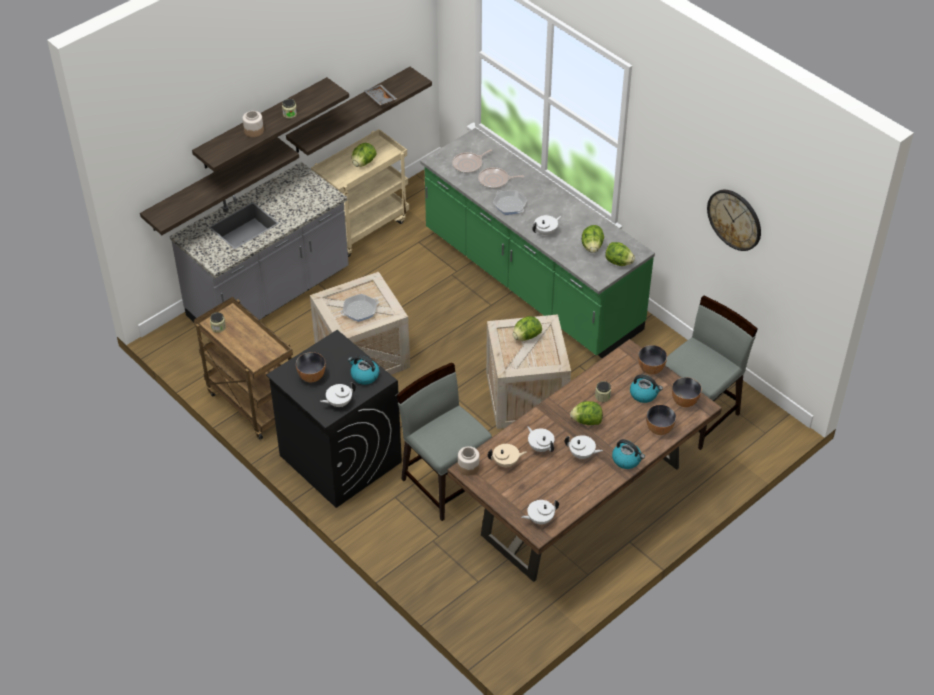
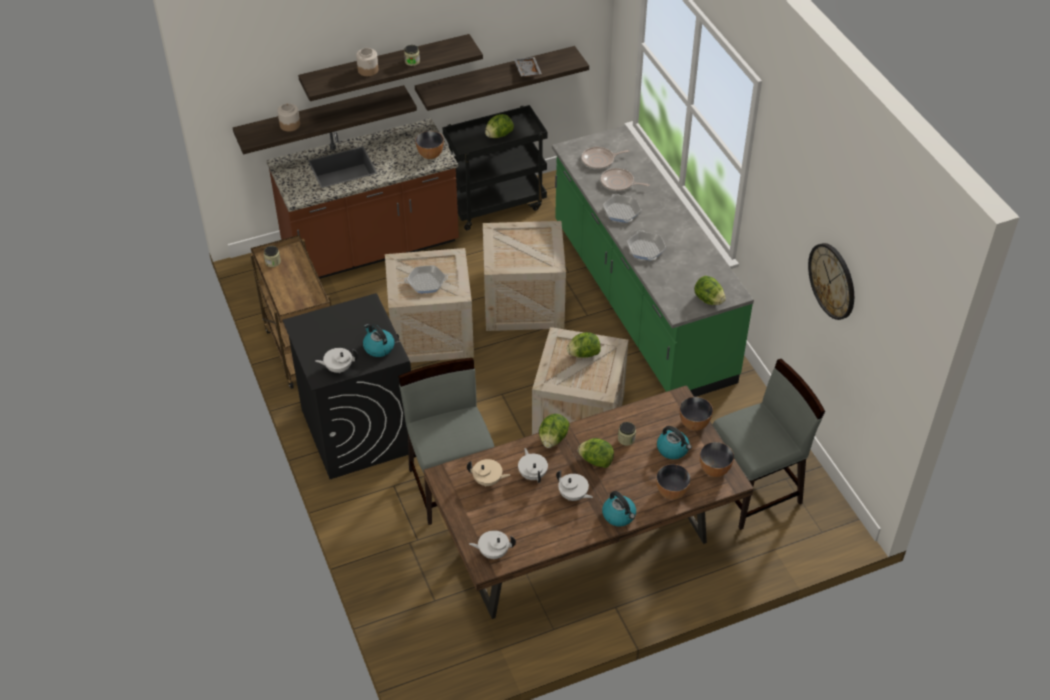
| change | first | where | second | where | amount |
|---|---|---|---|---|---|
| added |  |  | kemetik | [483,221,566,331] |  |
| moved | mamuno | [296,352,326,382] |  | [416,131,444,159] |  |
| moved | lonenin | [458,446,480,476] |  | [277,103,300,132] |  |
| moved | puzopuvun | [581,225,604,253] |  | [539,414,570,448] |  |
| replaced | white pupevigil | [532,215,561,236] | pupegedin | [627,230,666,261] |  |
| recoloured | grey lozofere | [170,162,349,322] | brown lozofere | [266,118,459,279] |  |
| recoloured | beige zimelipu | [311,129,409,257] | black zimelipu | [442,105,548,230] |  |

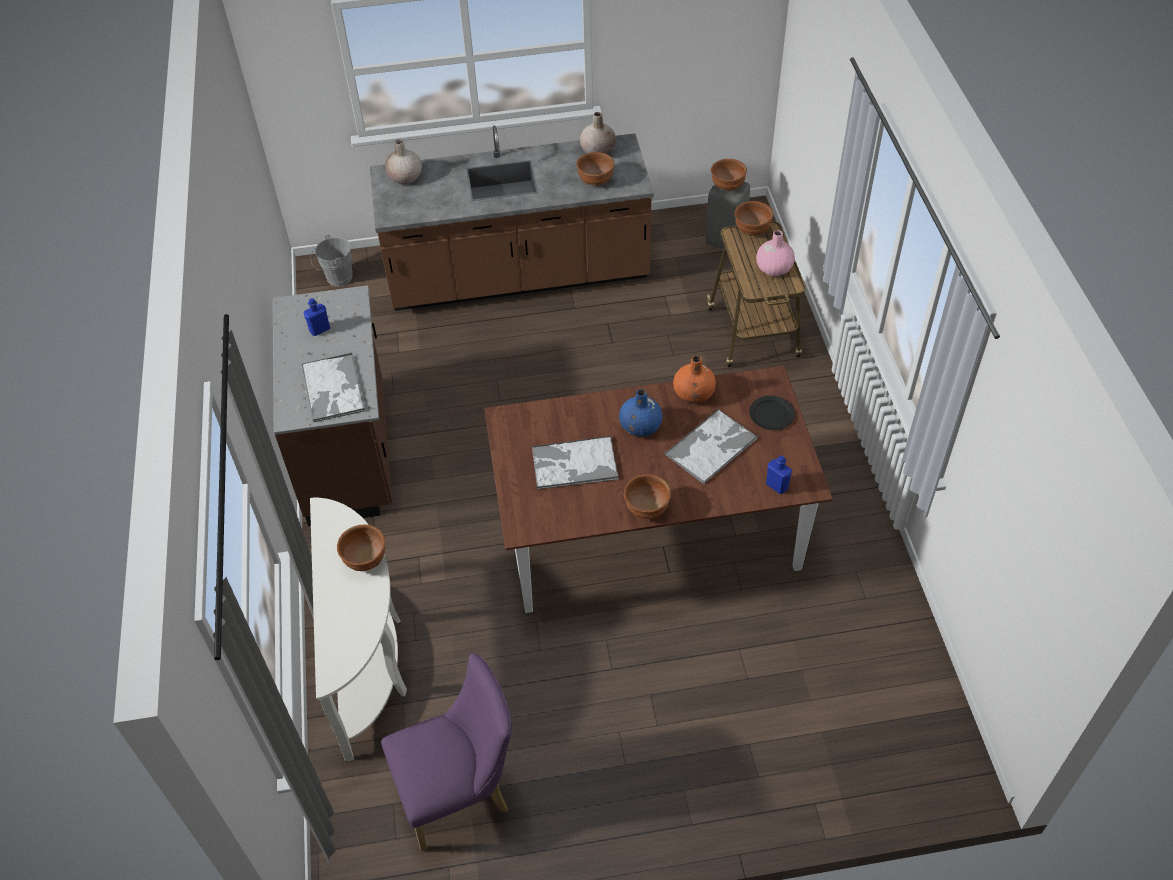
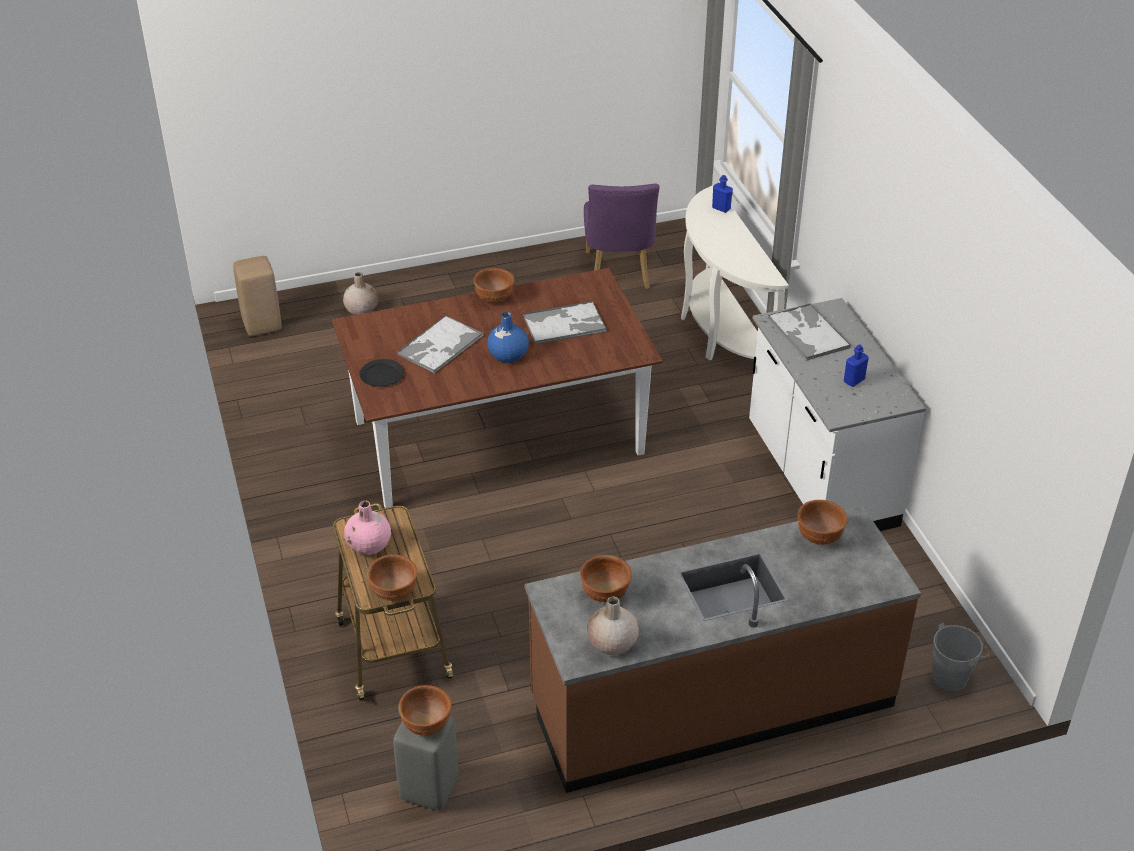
| change | first | where | second | where | amount |
|---|---|---|---|---|---|
| removed | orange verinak | [673,356,716,403] |  |  |  |
| added |  |  | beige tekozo | [233,256,282,336] |  |
| moved | brown mamuno | [337,525,385,571] |  | [797,500,847,545] |  |
| moved | beige verinak | [385,139,422,185] |  | [343,272,379,315] |  |
| moved | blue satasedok | [766,455,792,494] |  | [712,175,733,213] |  |
| recoloured | brown lozofere | [273,285,393,526] | white lozofere | [749,298,926,531] |  |
| turned | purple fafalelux | [381,654,512,851] |  | [584,183,660,289] | 60 degrees counterclockwise |

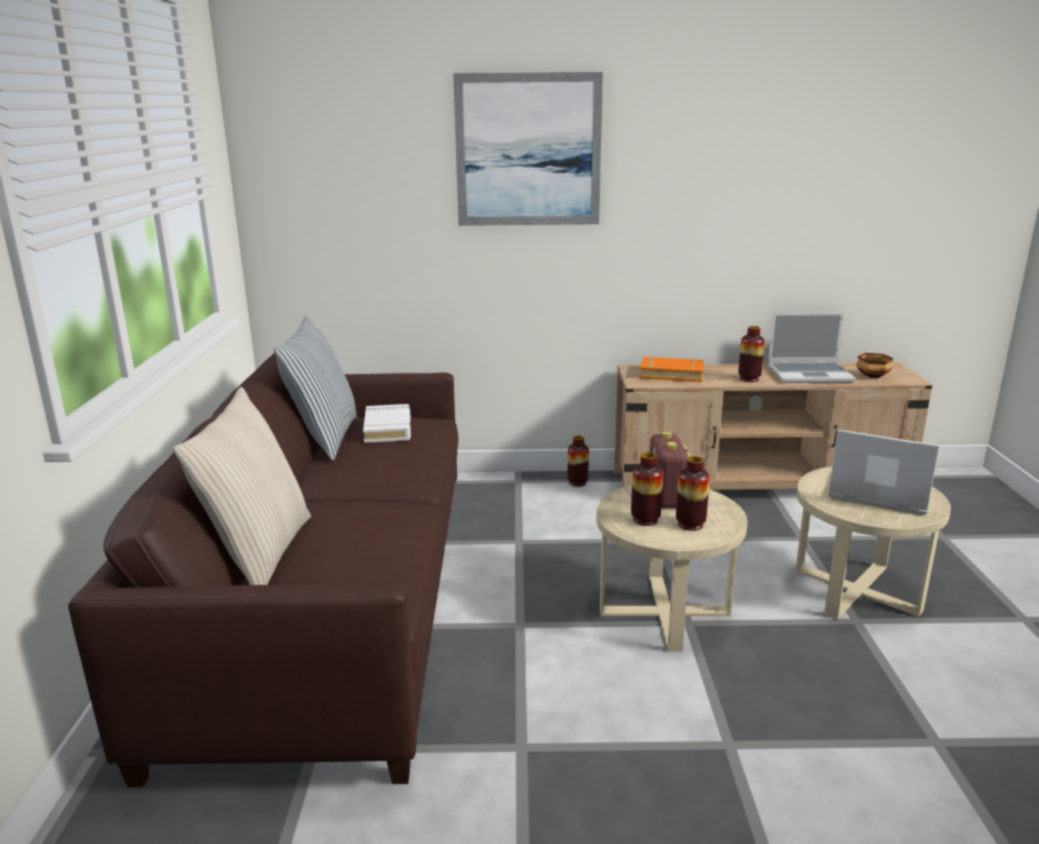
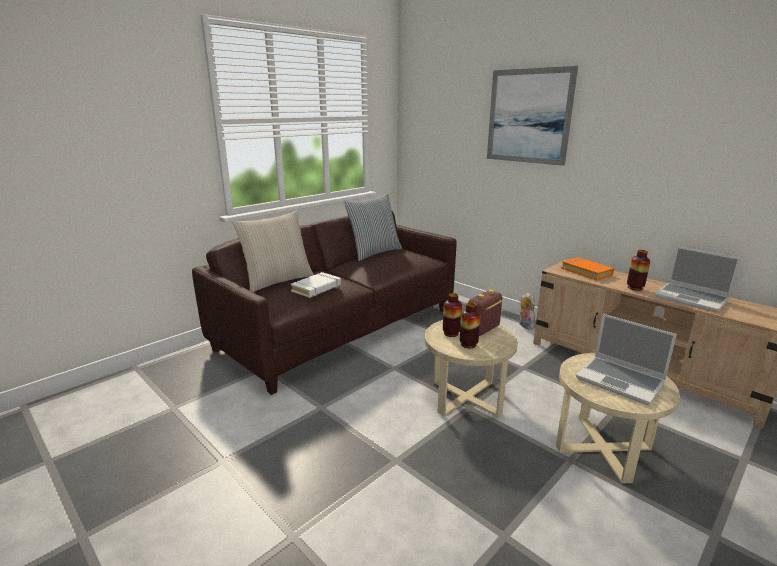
| change | first | where | second | where | amount |
|---|---|---|---|---|---|
| removed | mamuno | [856,353,894,378] |  |  |  |
| moved | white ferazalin | [363,404,411,443] |  | [291,272,341,298] |  |
| replaced | verinak | [568,436,589,487] | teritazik | [519,293,535,329] |  |
| turned | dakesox | [828,429,940,515] |  | [576,314,677,405] | 150 degrees clockwise |

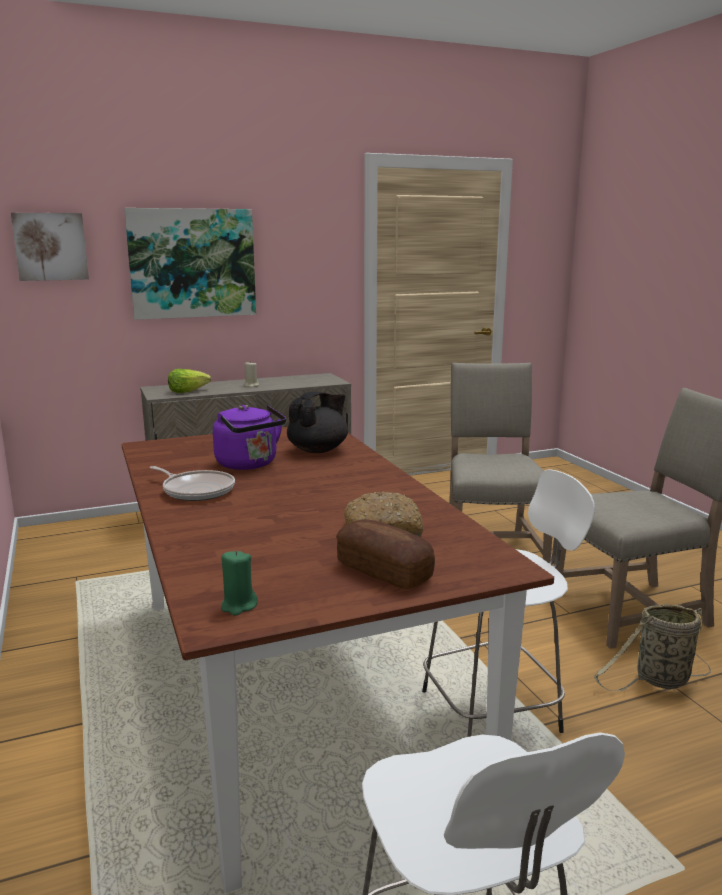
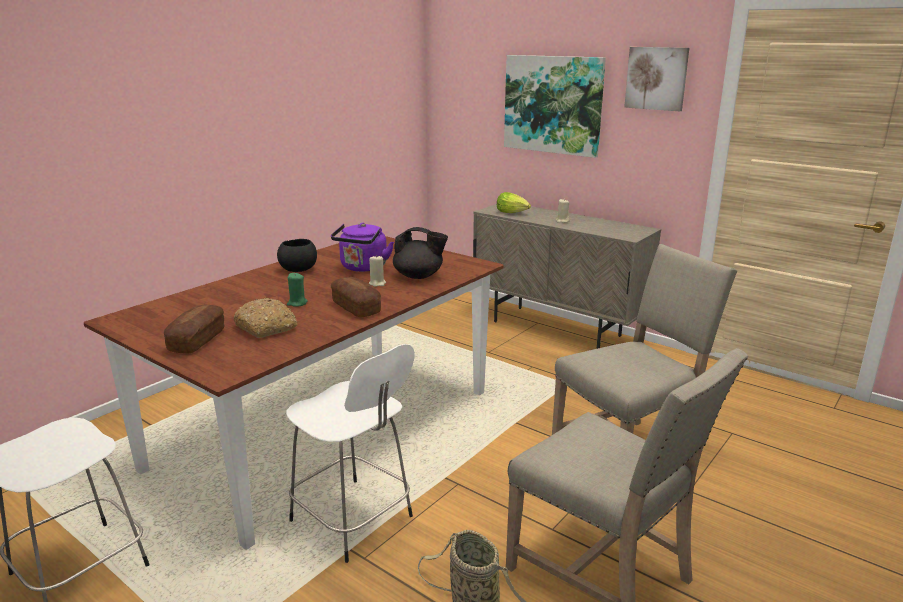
| change | first | where | second | where | amount |
|---|---|---|---|---|---|
| added |  |  | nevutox | [331,277,381,317] |  |
| added |  |  | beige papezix | [369,255,386,287] |  |
| moved | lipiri | [11,213,89,281] |  | [624,47,689,111] |  |
| moved | green papezix | [221,550,258,616] |  | [287,273,308,307] |  |
| replaced | pupegedin | [150,466,235,501] | black mamuno | [277,239,317,272] |  |

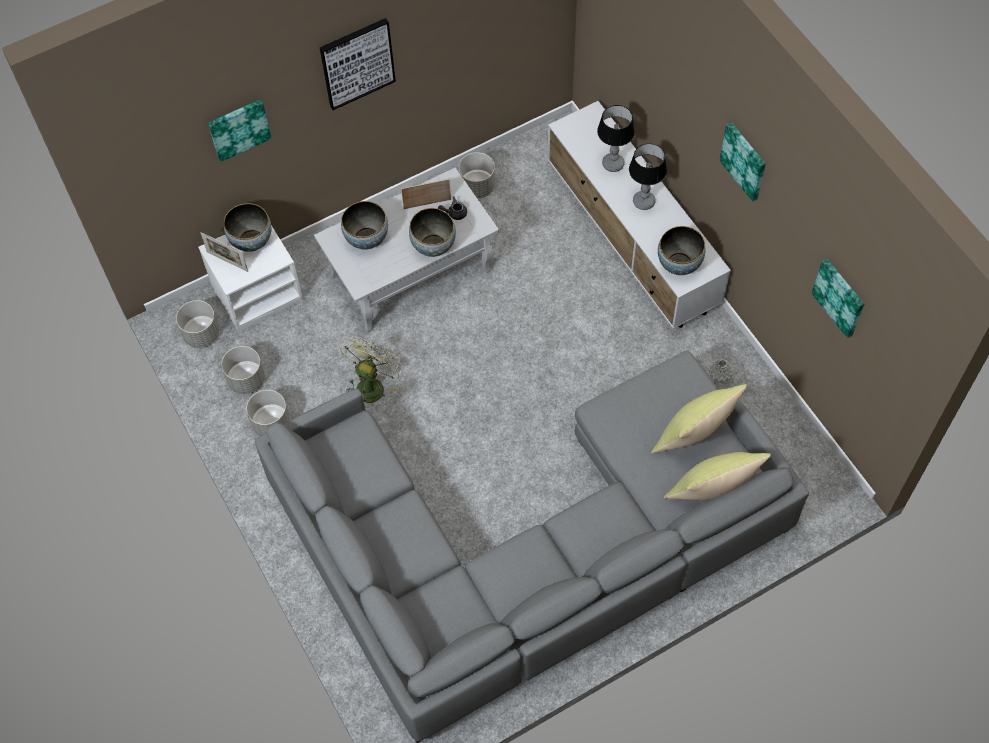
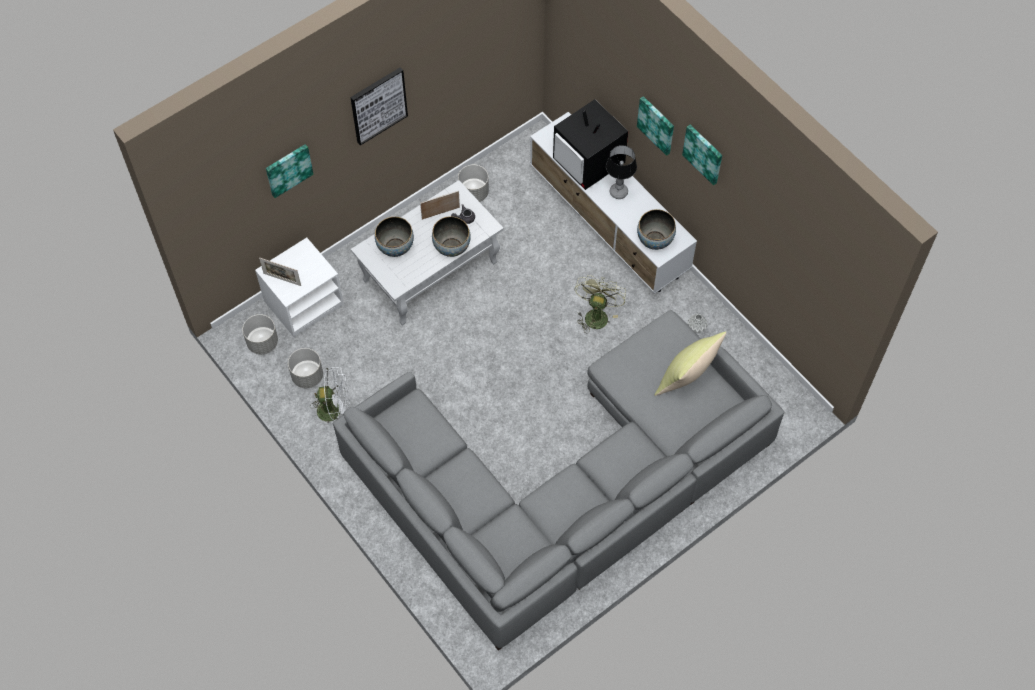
| change | first | where | second | where | amount |
|---|---|---|---|---|---|
| removed | mamuno | [224,203,271,252] |  |  |  |
| removed | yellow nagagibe | [664,452,771,500] |  |  |  |
| moved | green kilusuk | [340,337,403,403] |  | [575,275,626,333] |  |
| moved | lipiri | [812,258,864,338] |  | [637,96,674,156] |  |
| replaced | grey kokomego | [246,390,290,436] | white kilusuk | [310,367,350,423] |  |
| replaced | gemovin | [597,105,635,172] | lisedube | [553,99,628,190] |  |

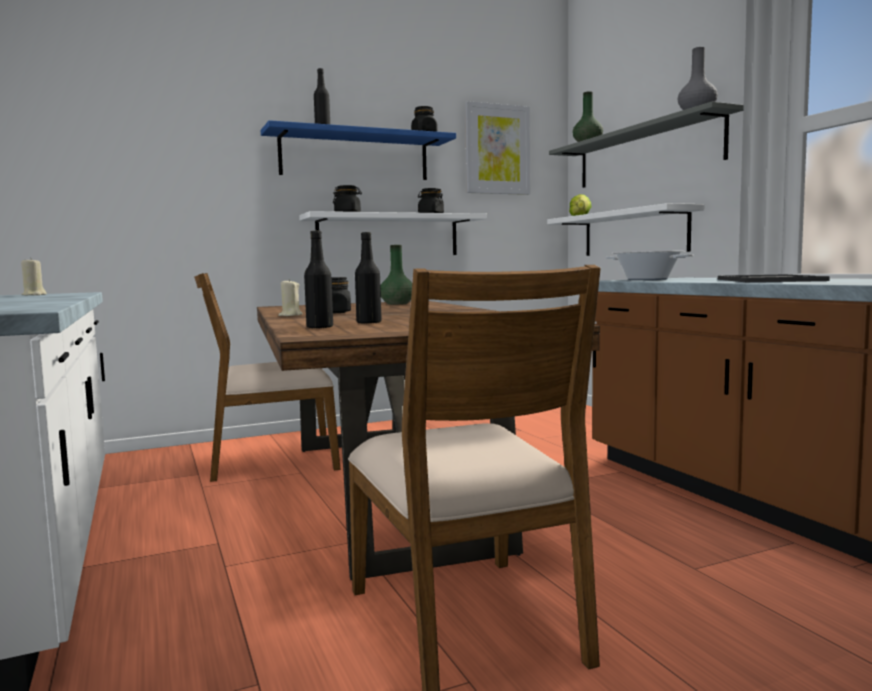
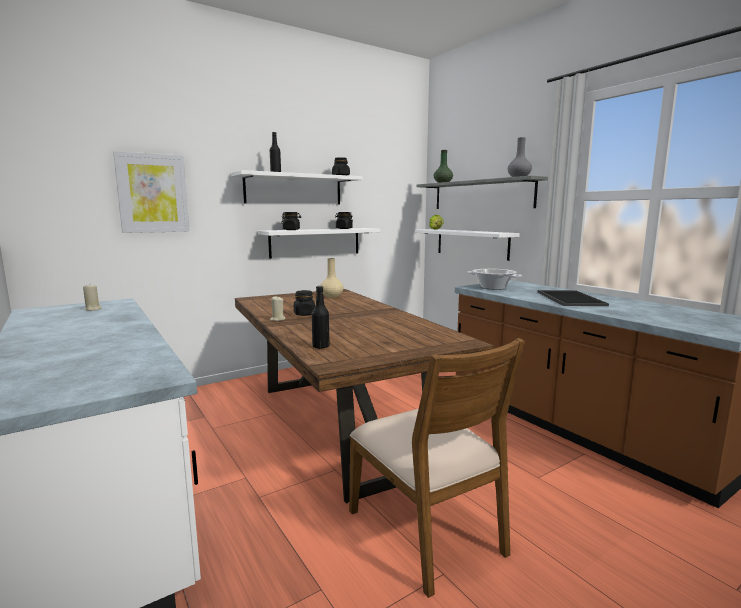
| change | first | where | second | where | amount |
|---|---|---|---|---|---|
| removed | brown fafalelux | [194,273,341,482] |  |  |  |
| removed | black satasedok | [355,232,382,324] |  |  |  |
| moved | lipiri | [465,101,530,195] |  | [113,151,190,233] |  |
| recoloured | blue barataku | [261,120,456,180] | white barataku | [231,170,362,204] |  |
| recoloured | green verinak | [380,245,412,305] | beige verinak | [320,258,343,298] |  |

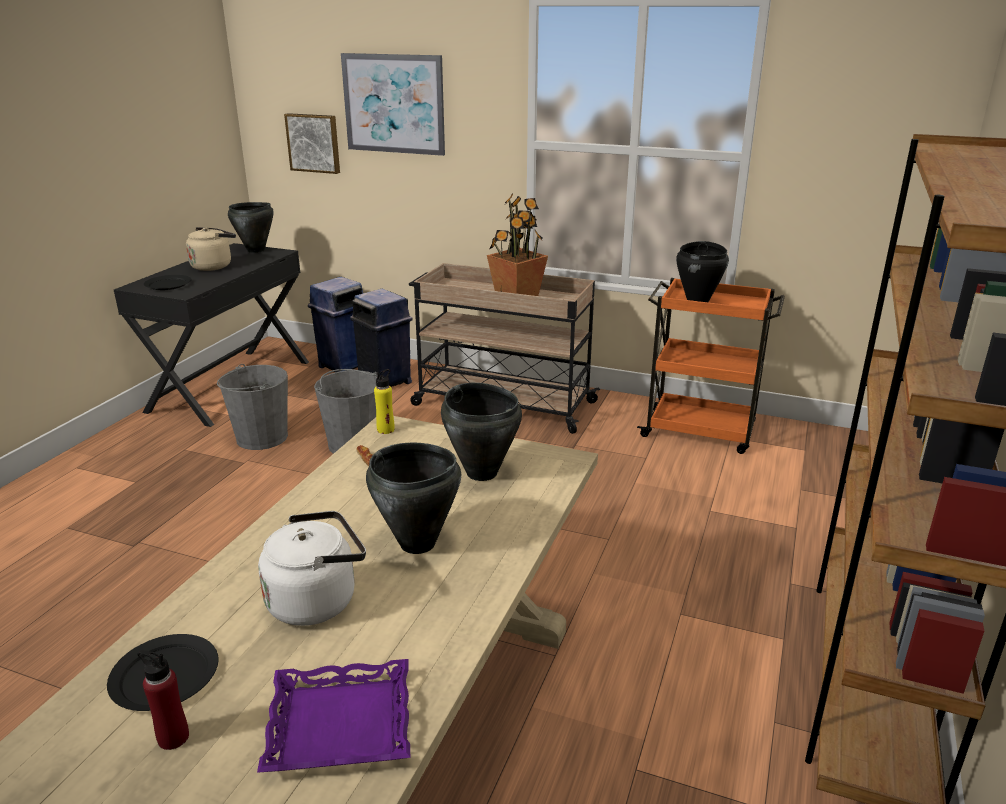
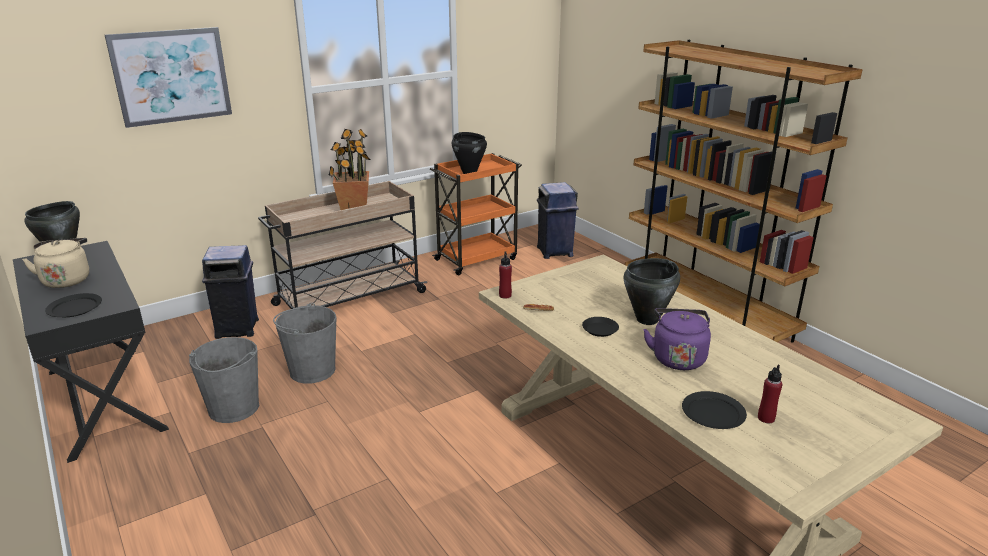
| change | first | where | second | where | amount |
|---|---|---|---|---|---|
| removed | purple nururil | [257,659,410,773] |  |  |  |
| removed | lipiri | [284,113,340,174] |  |  |  |
| removed | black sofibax | [441,383,522,481] |  |  |  |
| added |  |  | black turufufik | [582,317,619,337] |  |
| moved | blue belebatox | [308,277,363,372] |  | [537,182,578,259] |  |
| recoloured | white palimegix | [258,511,366,626] | purple palimegix | [643,308,711,370] |  |
| recoloured | yellow satasedok | [374,369,394,434] | red satasedok | [499,251,512,299] |  |

